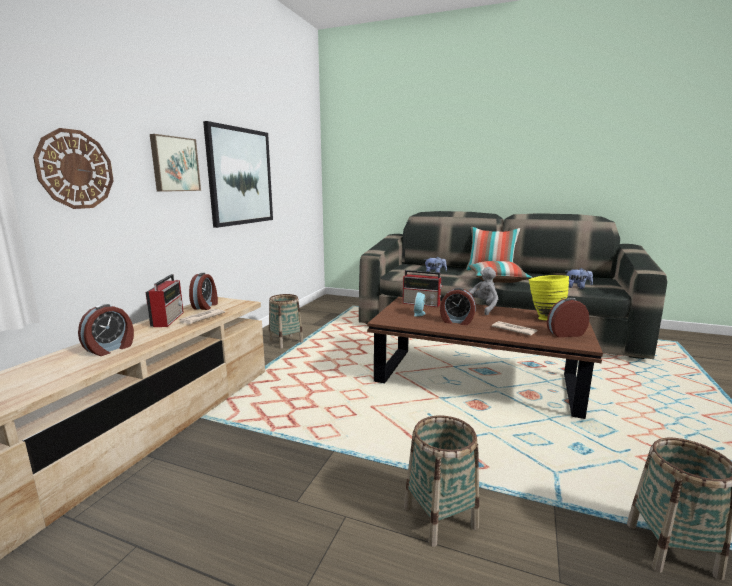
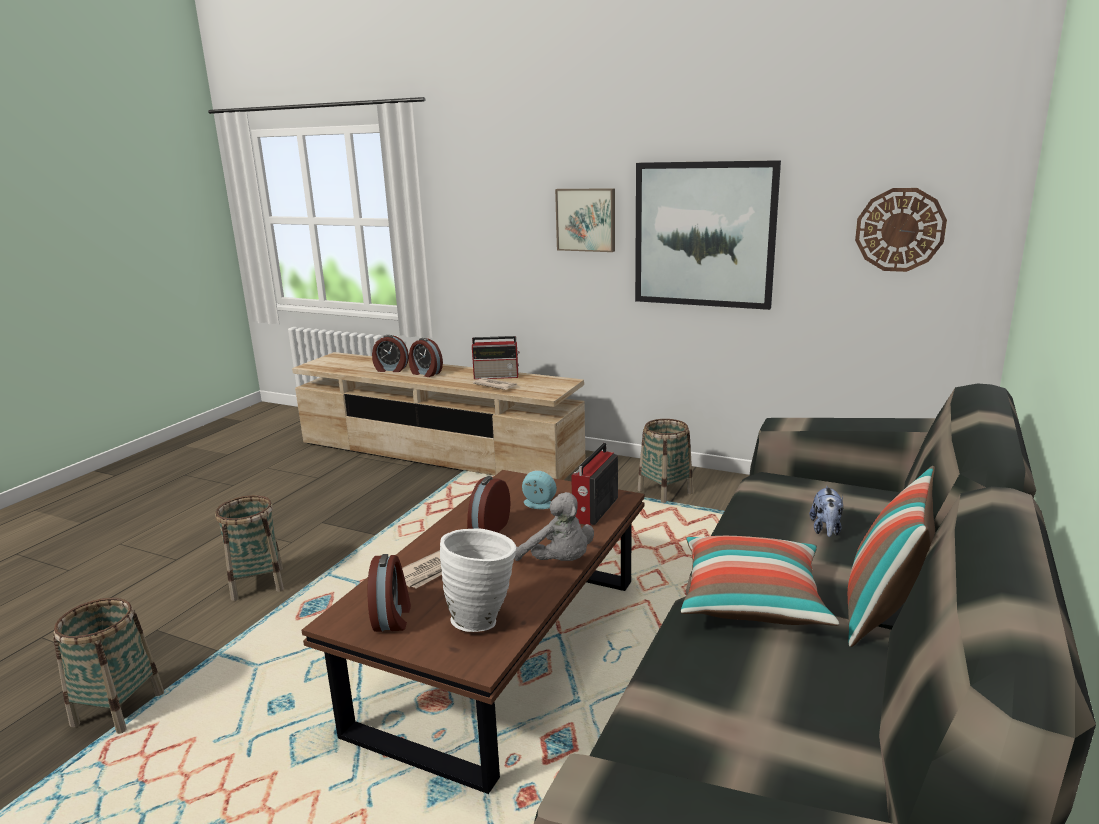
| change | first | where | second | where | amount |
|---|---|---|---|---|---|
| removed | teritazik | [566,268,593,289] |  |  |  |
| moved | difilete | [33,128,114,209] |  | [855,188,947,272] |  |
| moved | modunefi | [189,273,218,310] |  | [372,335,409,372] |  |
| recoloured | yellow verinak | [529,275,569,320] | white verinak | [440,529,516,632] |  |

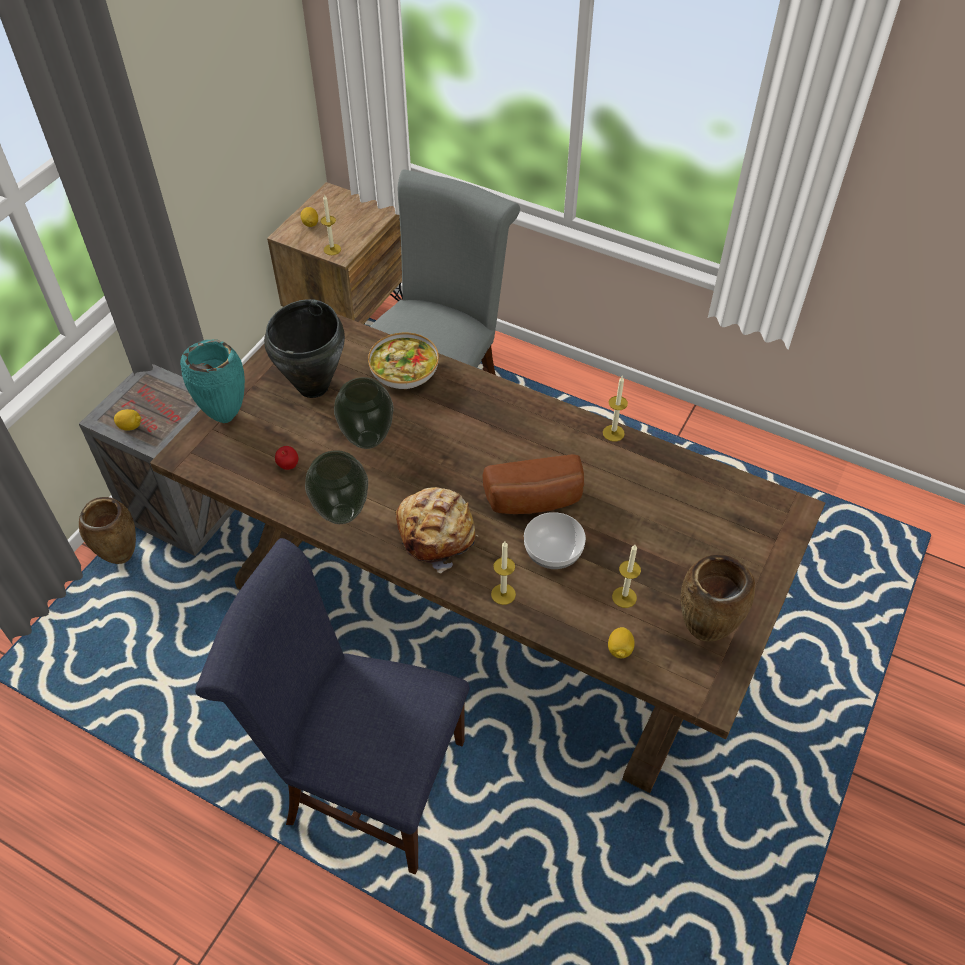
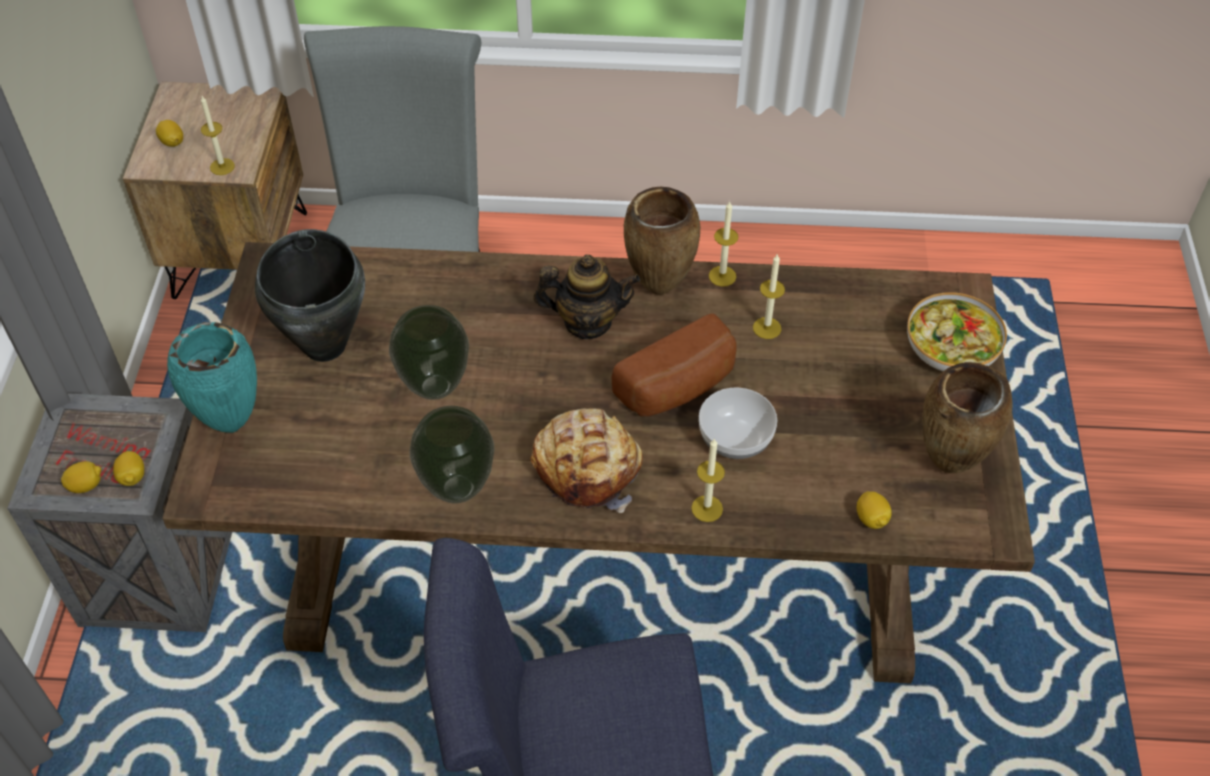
| change | first | where | second | where | amount |
|---|---|---|---|---|---|
| removed | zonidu | [275,446,298,470] |  |  |  |
| added |  |  | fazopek | [113,451,144,486] |  |
| added |  |  | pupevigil | [533,255,641,339] |  |
| moved | brown verinak | [79,497,136,564] |  | [624,186,700,295] |  |
| moved | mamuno | [368,333,439,389] |  | [907,292,1007,371] |  |
| moved | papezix | [612,545,641,608] |  | [753,253,785,339] |  |

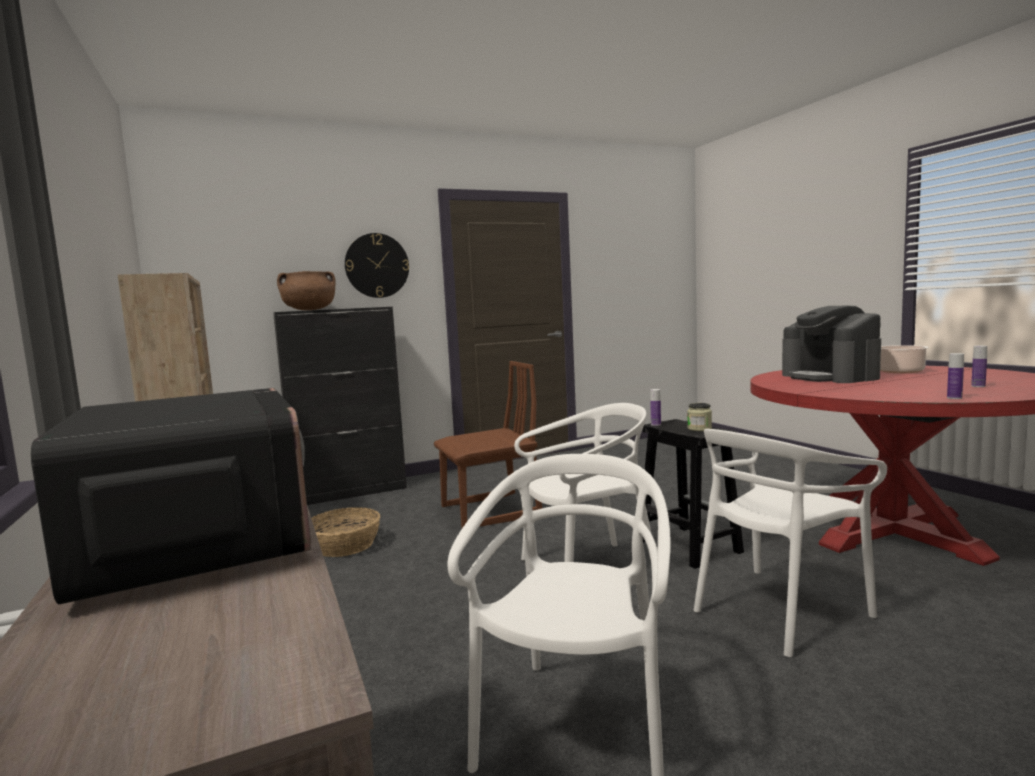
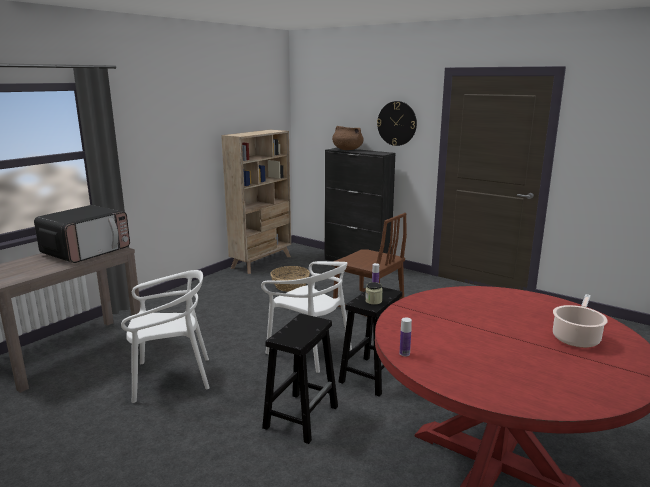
| change | first | where | second | where | amount |
|---|---|---|---|---|---|
| removed | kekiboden | [782,305,881,383] |  |  |  |
| removed | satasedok | [971,346,987,387] |  |  |  |
| replaced | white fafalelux | [694,429,887,657] | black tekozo | [262,314,338,444] |  |

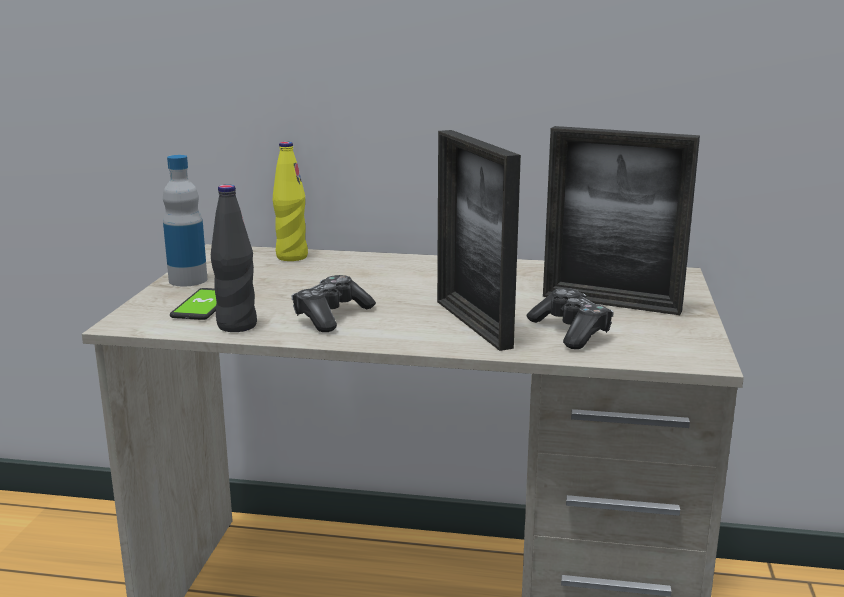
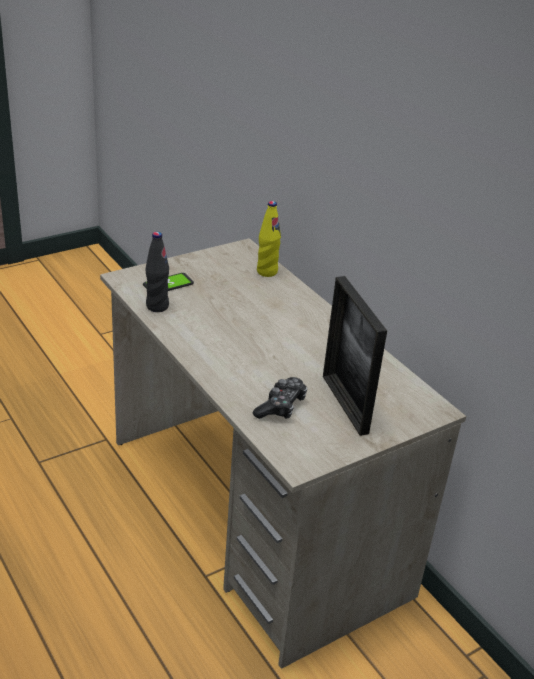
| change | first | where | second | where | amount |
|---|---|---|---|---|---|
| removed | satasedok | [163,155,207,287] |  |  |  |
| removed | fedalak | [291,275,376,332] |  |  |  |
| removed | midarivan | [437,130,521,351] |  |  |  |

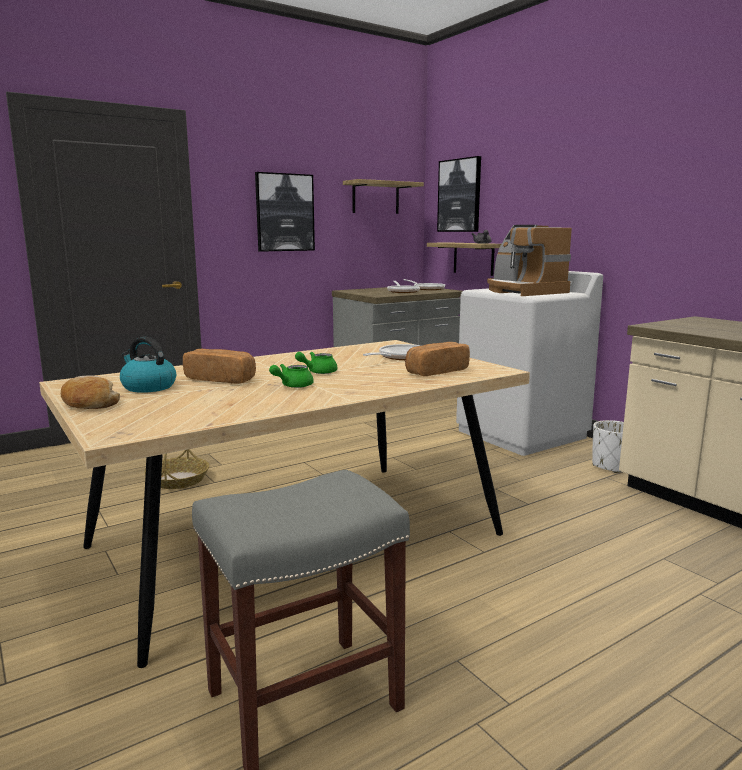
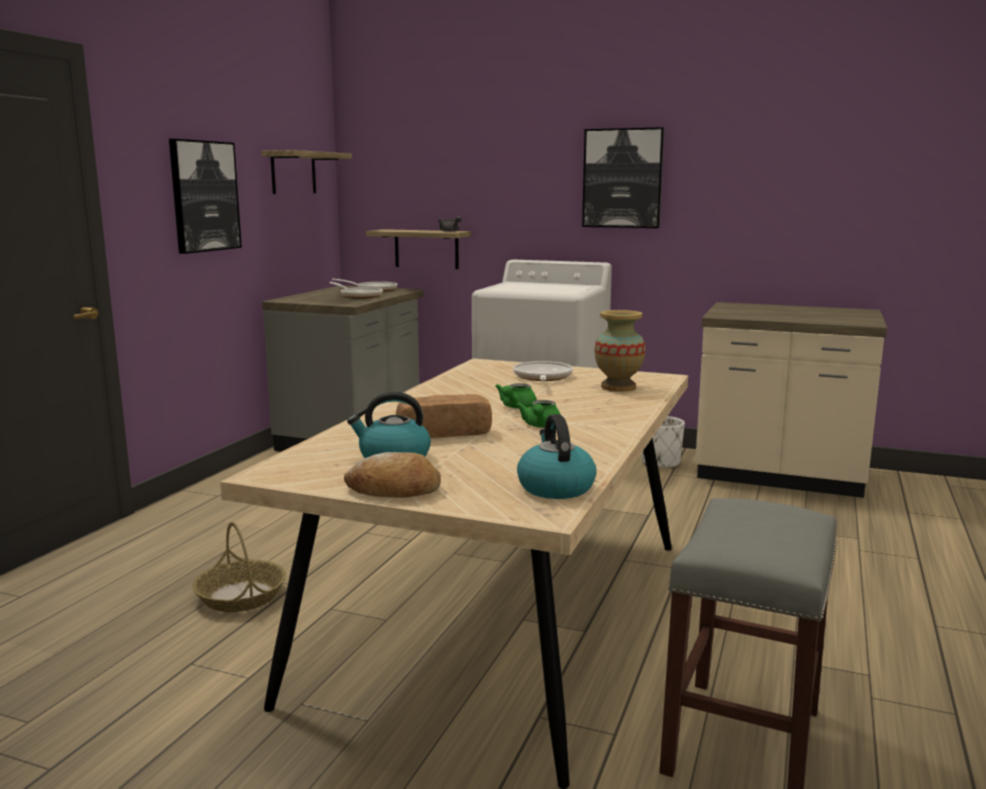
| change | first | where | second | where | amount |
|---|---|---|---|---|---|
| removed | kekiboden | [487,225,572,296] |  |  |  |
| added |  |  | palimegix | [517,414,597,499] |  |
| moved | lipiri | [437,156,481,232] |  | [582,127,664,228] |  |
| replaced | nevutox | [405,342,470,376] | verinak | [595,310,645,392] |  |

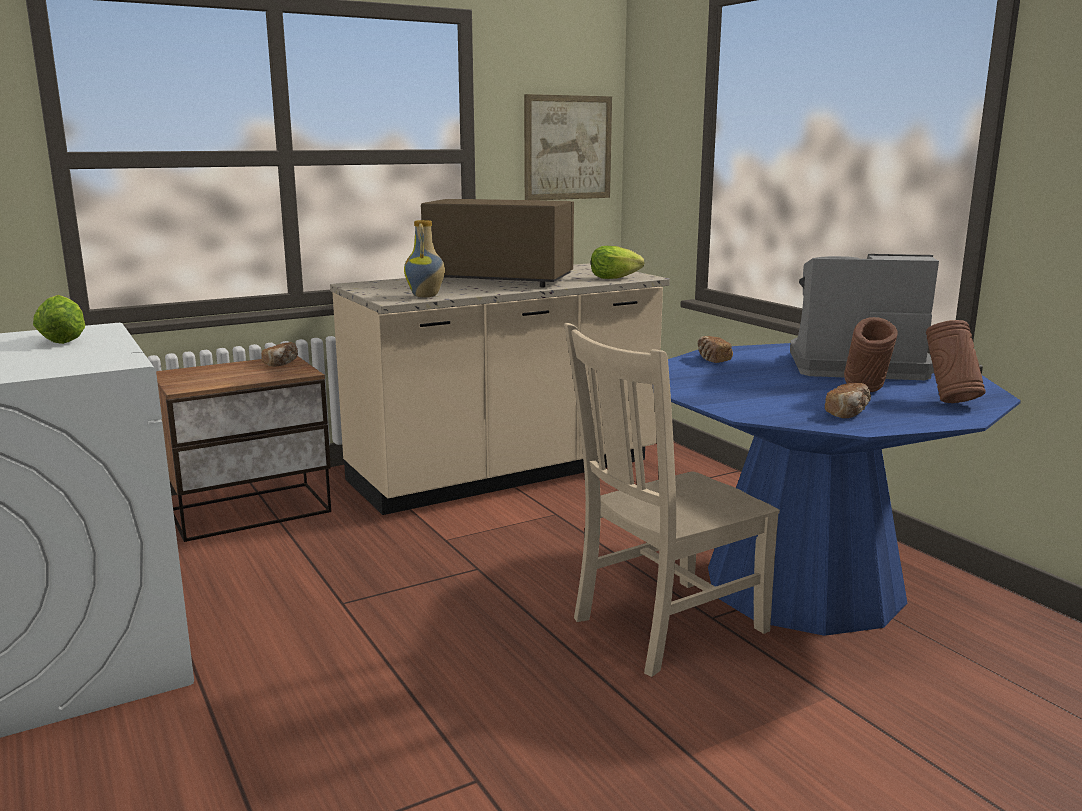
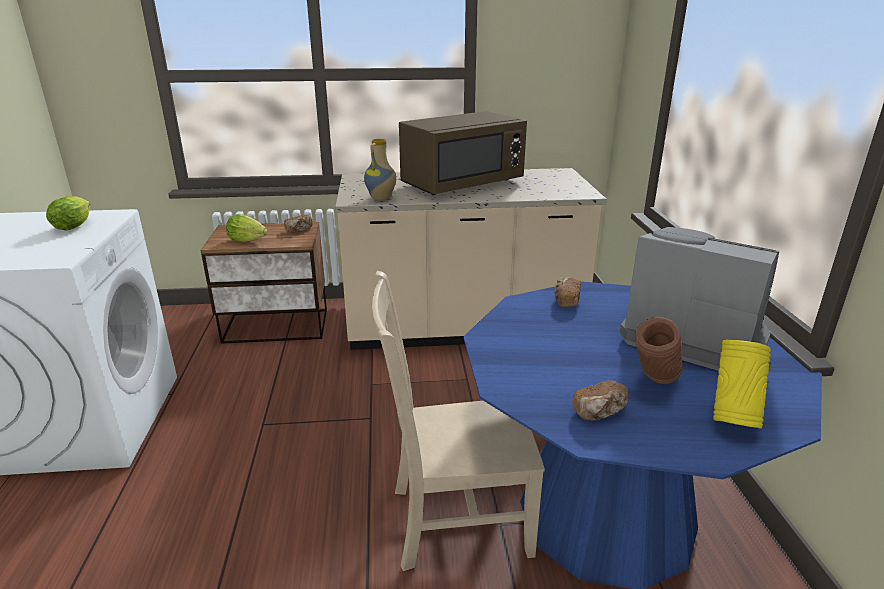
| change | first | where | second | where | amount |
|---|---|---|---|---|---|
| removed | lipiri | [524,94,612,200] |  |  |  |
| moved | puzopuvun | [591,246,645,279] |  | [226,214,268,242] |  |
| recoloured | brown verinak | [926,320,986,403] | yellow verinak | [713,340,771,428] |  |
| turned | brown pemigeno | [421,199,574,287] |  | [399,111,527,195] | 105 degrees clockwise |

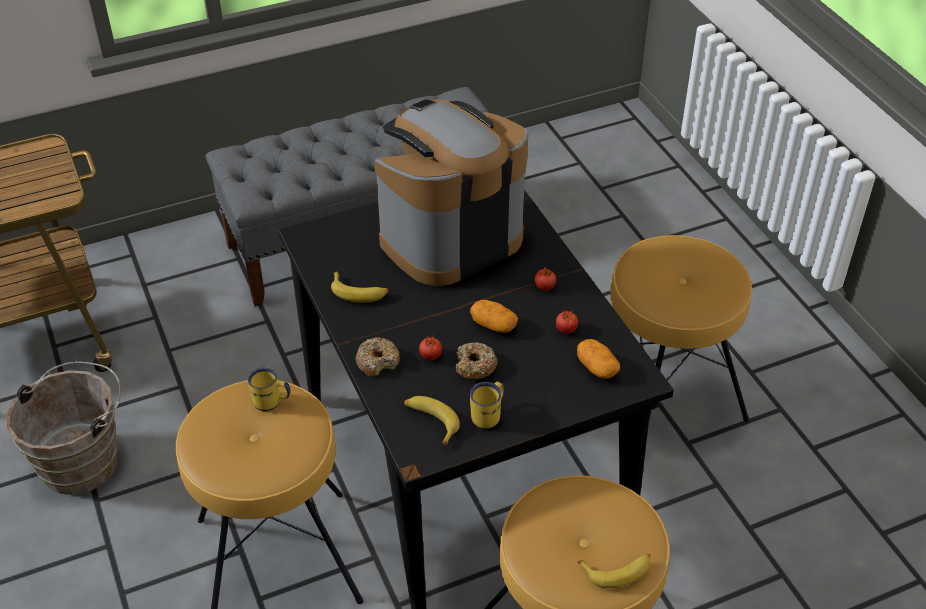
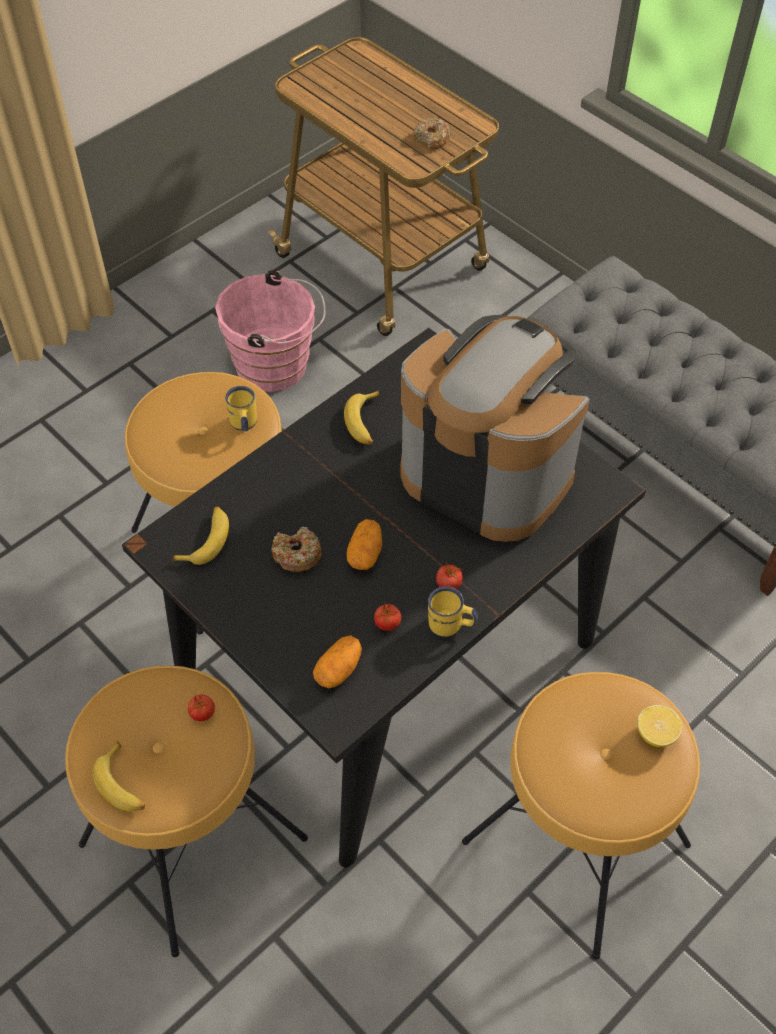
| change | first | where | second | where | amount |
|---|---|---|---|---|---|
| added |  |  | fazopek | [637,705,682,747] |  |
| moved | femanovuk | [355,337,400,377] |  | [414,118,451,149] |  |
| moved | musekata | [419,334,442,360] |  | [188,694,215,721] |  |
| moved | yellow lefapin | [470,381,504,429] |  | [428,586,477,637] |  |
| recoloured | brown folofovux | [7,362,121,495] | pink folofovux | [215,270,326,392] |  |

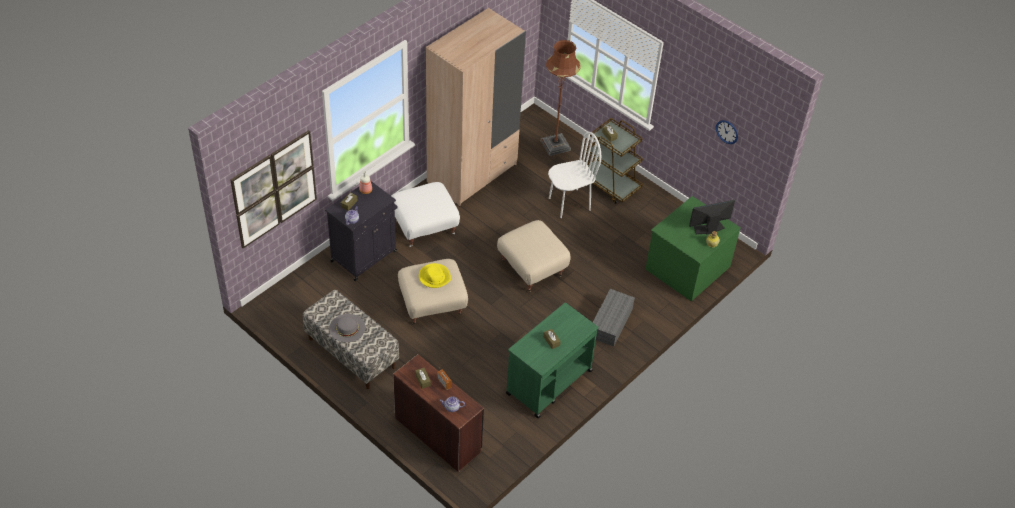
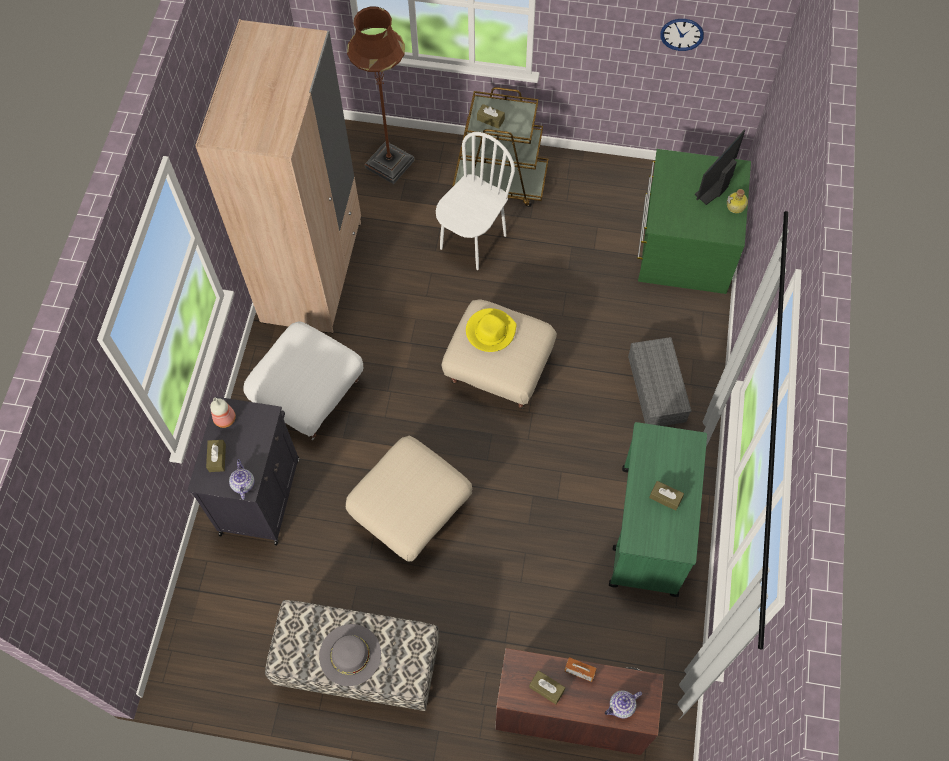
| change | first | where | second | where | amount |
|---|---|---|---|---|---|
| removed | lipiri | [230,130,317,248] |  |  |  |
| moved | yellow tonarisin | [419,263,451,288] |  | [466,308,516,352] |  |

